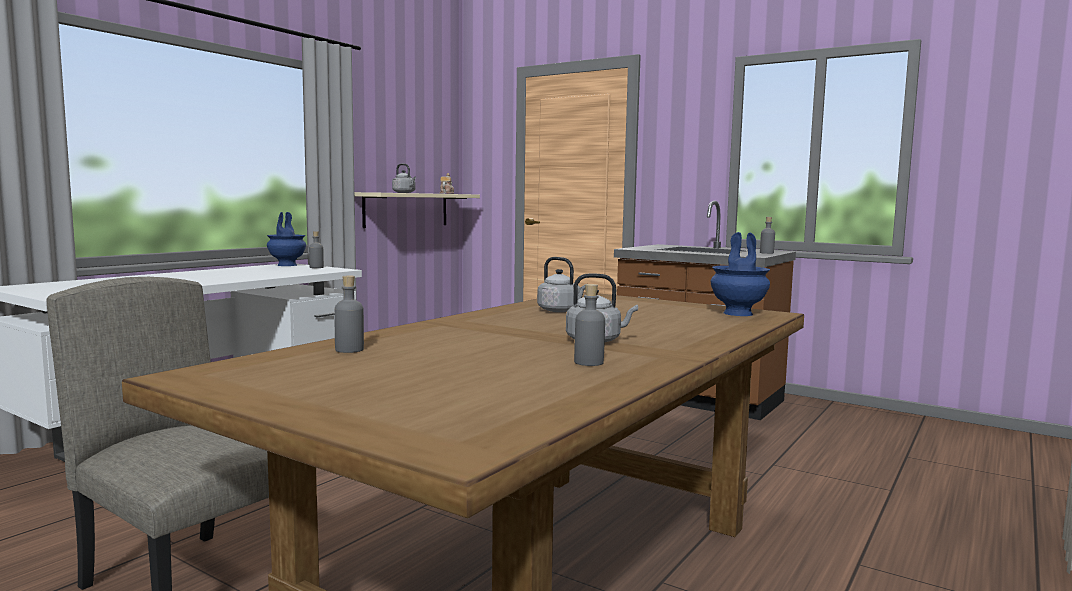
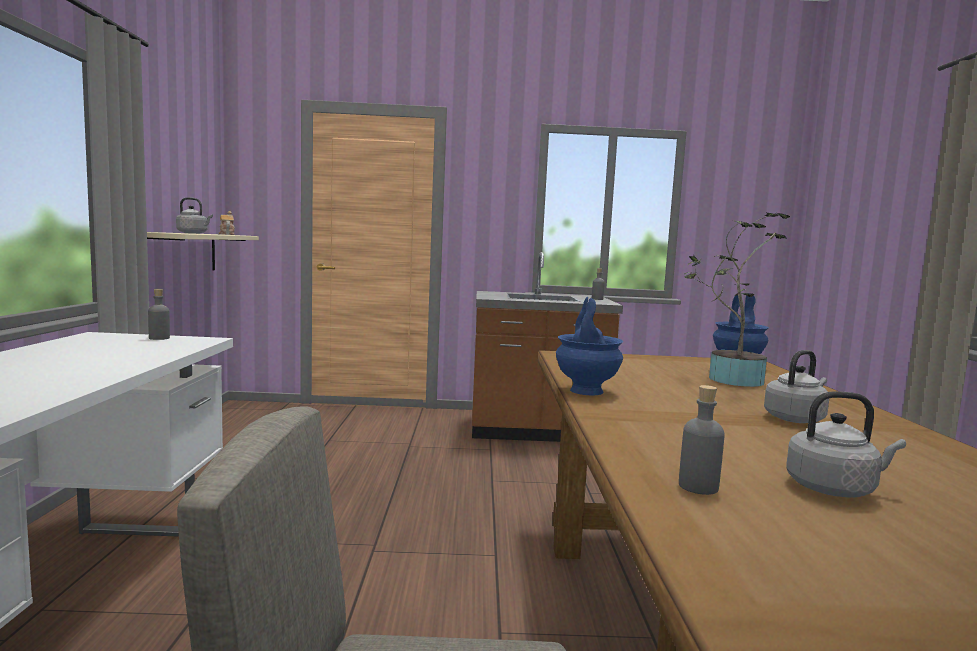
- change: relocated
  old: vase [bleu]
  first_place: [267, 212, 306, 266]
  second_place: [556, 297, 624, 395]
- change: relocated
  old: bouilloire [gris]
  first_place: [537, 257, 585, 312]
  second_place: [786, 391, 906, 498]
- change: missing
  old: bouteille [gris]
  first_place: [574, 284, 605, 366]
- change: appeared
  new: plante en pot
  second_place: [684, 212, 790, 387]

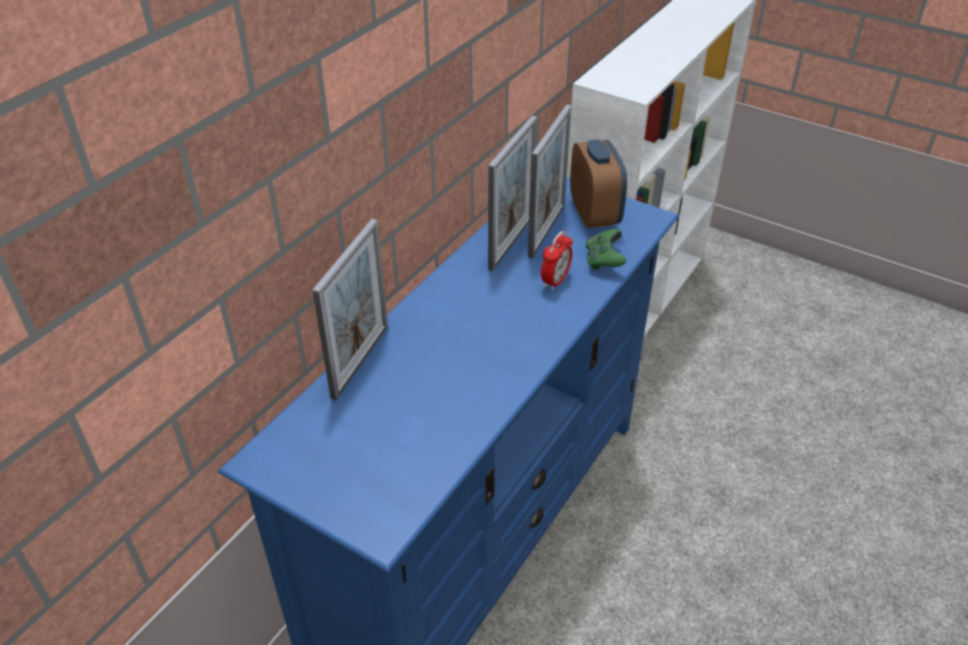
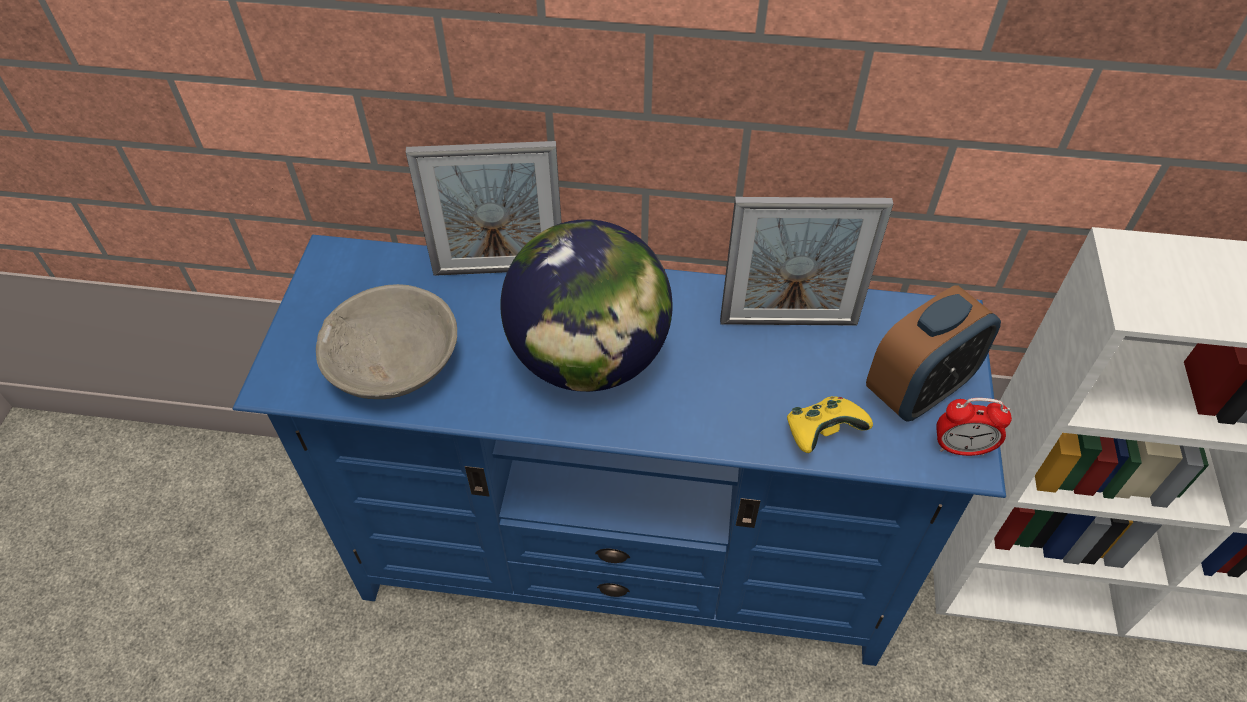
- change: missing
  old: cadre photo
  first_place: [528, 104, 572, 258]
- change: relocated
  old: réveil
  first_place: [541, 231, 572, 291]
  second_place: [936, 398, 1012, 456]
- change: colour
  old: manette [vert]
  new: manette [jaune]
  first_place: [586, 229, 626, 270]
  second_place: [787, 396, 873, 453]
- change: appeared
  new: bol [gris]
  second_place: [316, 284, 457, 399]
- change: appeared
  new: globe
  second_place: [500, 219, 673, 392]

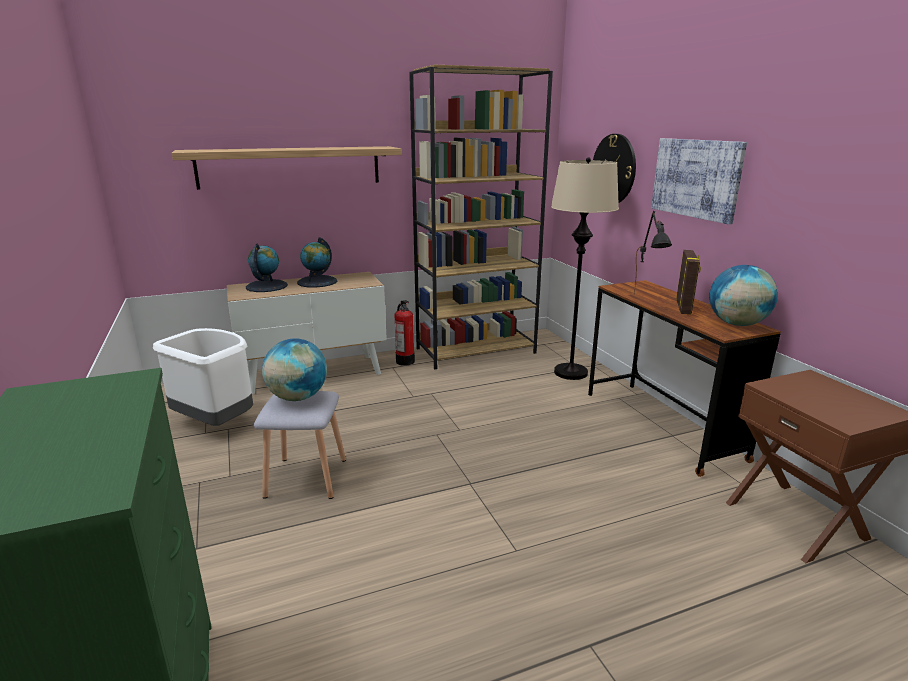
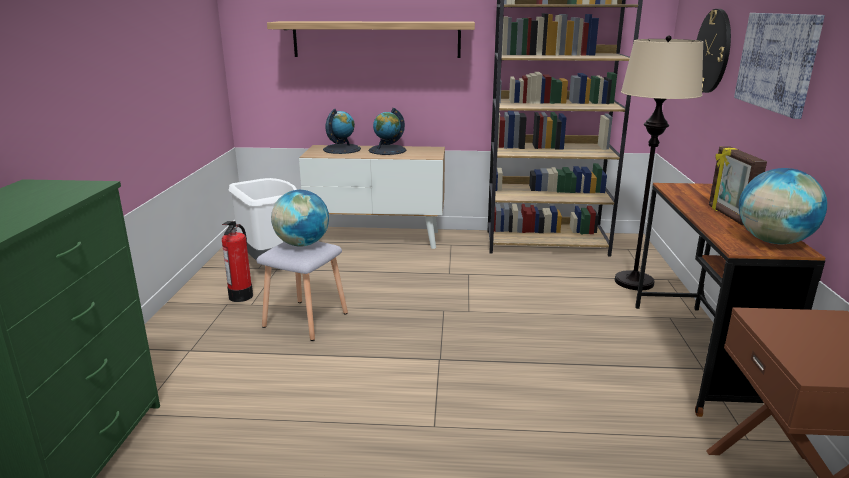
- change: relocated
  old: extincteur
  first_place: [395, 300, 415, 366]
  second_place: [222, 221, 253, 302]
- change: missing
  old: lampe de table [noir]
  first_place: [633, 211, 672, 297]
- change: spun
  old: cadre photo
  first_place: [676, 250, 701, 315]
  second_place: [709, 146, 767, 226]
  degrees: 135

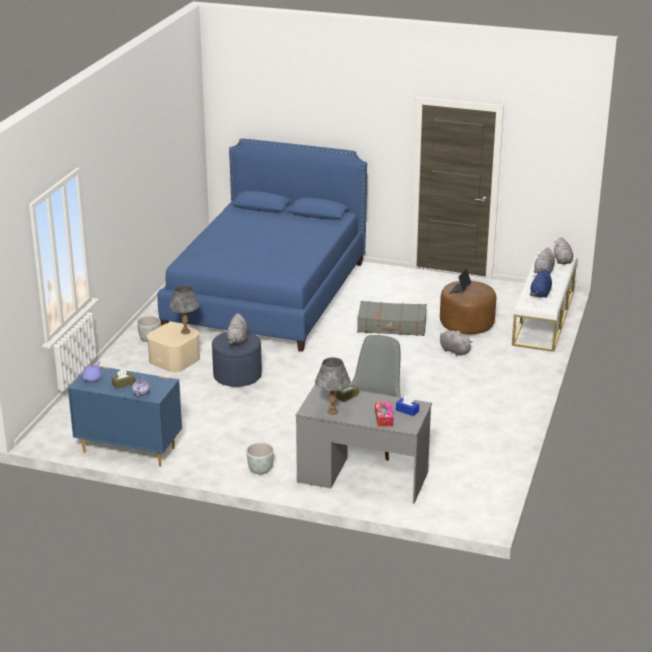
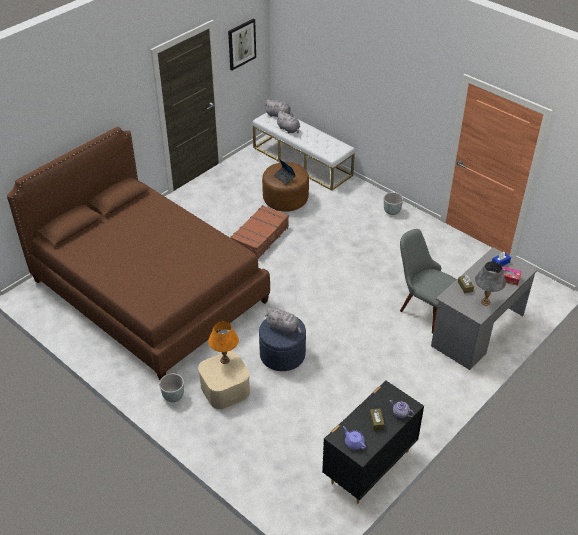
- change: colour
  old: commode [bleu]
  new: commode [noir]
  first_place: [68, 365, 182, 467]
  second_place: [322, 381, 424, 504]
- change: colour
  old: lit [bleu]
  new: lit [marron]
  first_place: [157, 139, 367, 352]
  second_place: [7, 127, 270, 380]
- change: colour
  old: lampe de table [gris]
  new: lampe de table [orange]
  first_place: [169, 285, 199, 334]
  second_place: [208, 321, 239, 364]
- change: relocated
  old: cache-pot [gris]
  first_place: [246, 442, 274, 474]
  second_place: [384, 192, 403, 215]
- change: colour
  old: valise [gris]
  new: valise [marron]
  first_place: [357, 301, 427, 336]
  second_place: [230, 205, 289, 259]
- change: missing
  old: peluche [gris]
  first_place: [440, 330, 473, 356]
- change: missing
  old: peluche [bleu]
  first_place: [529, 269, 552, 298]
- change: appeared
  new: tableau
  second_place: [228, 18, 256, 70]

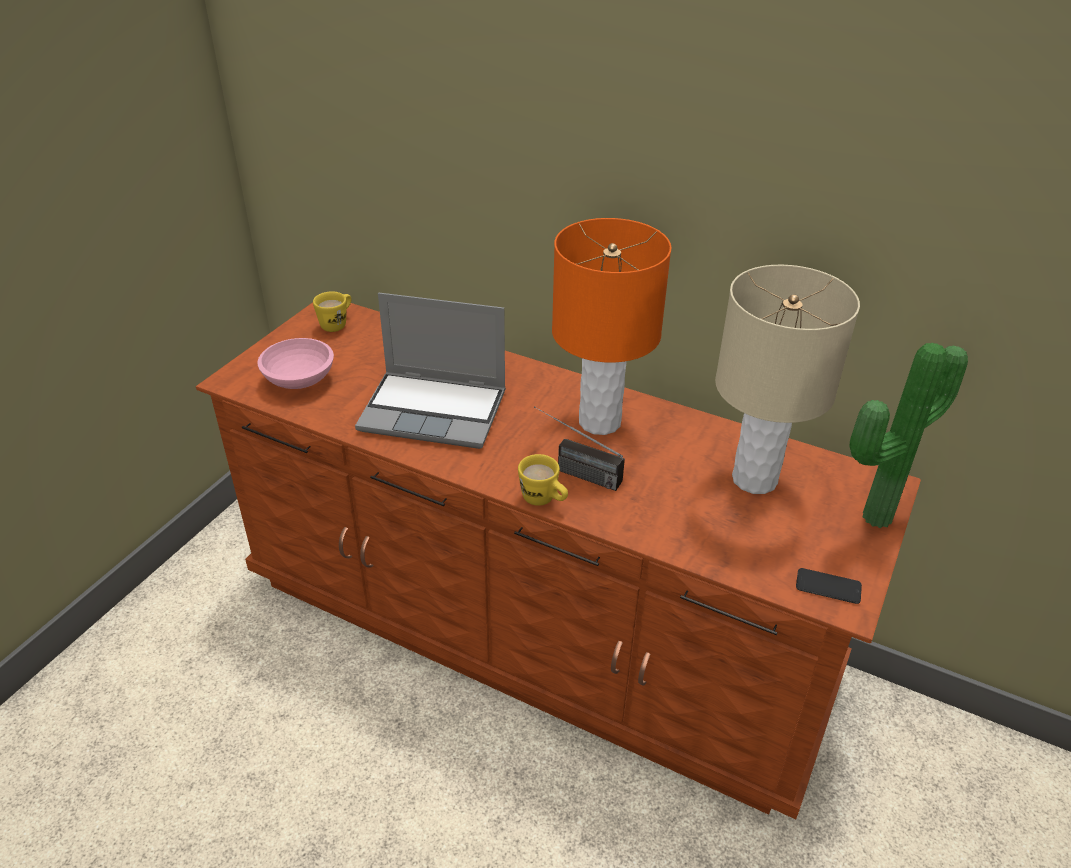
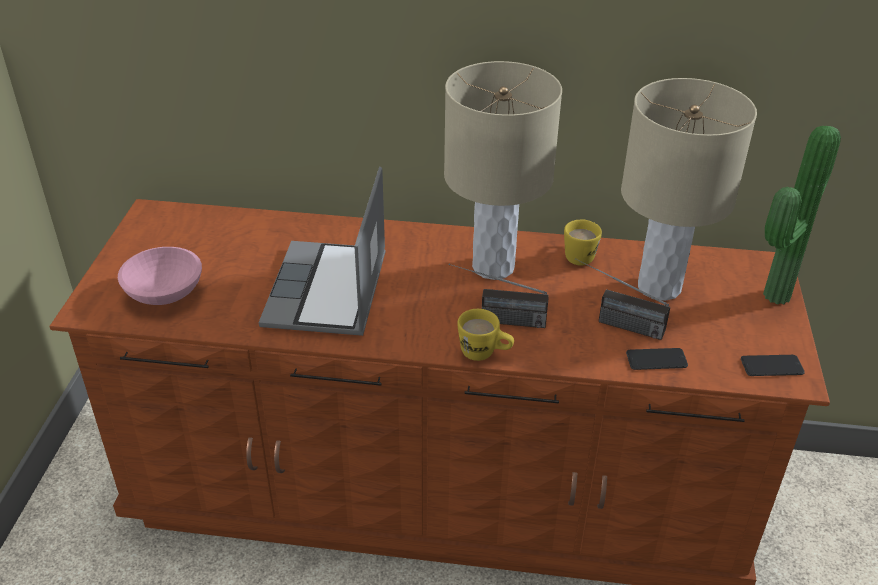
- change: relocated
  old: mug [jaune]
  first_place: [313, 291, 351, 332]
  second_place: [564, 220, 602, 266]
- change: spun
  old: ordinateur portable
  first_place: [355, 293, 506, 449]
  second_place: [259, 167, 386, 336]
  degrees: 105
- change: colour
  old: lampe de table [orange]
  new: lampe de table [beige]
  first_place: [552, 218, 672, 435]
  second_place: [444, 61, 562, 280]
- change: appeared
  new: radio
  second_place: [575, 258, 670, 340]
- change: appeared
  new: téléphone
  second_place: [626, 348, 688, 370]

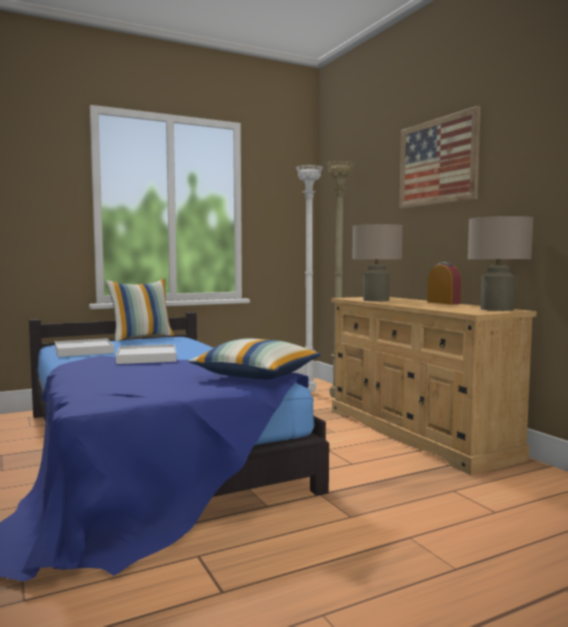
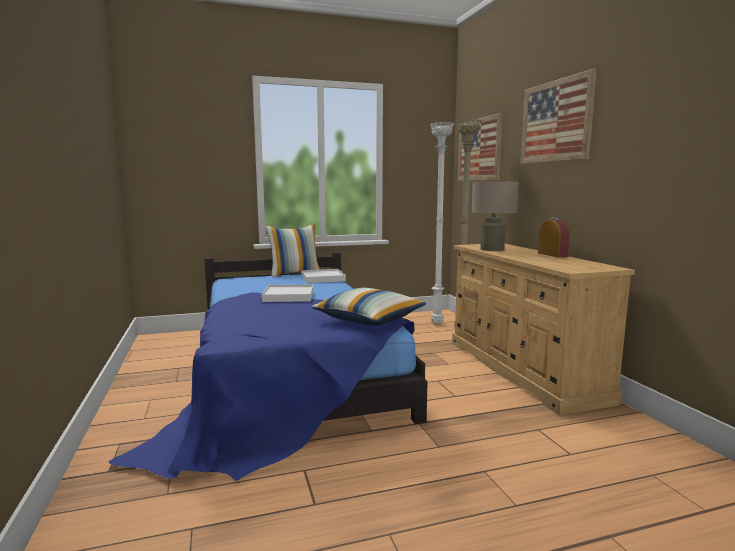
- change: relocated
  old: plateau [blanc]
  first_place: [55, 338, 114, 357]
  second_place: [301, 269, 346, 283]
- change: missing
  old: lampe de table [beige]
  first_place: [468, 216, 533, 311]
- change: appeared
  new: tableau
  second_place: [458, 113, 503, 181]

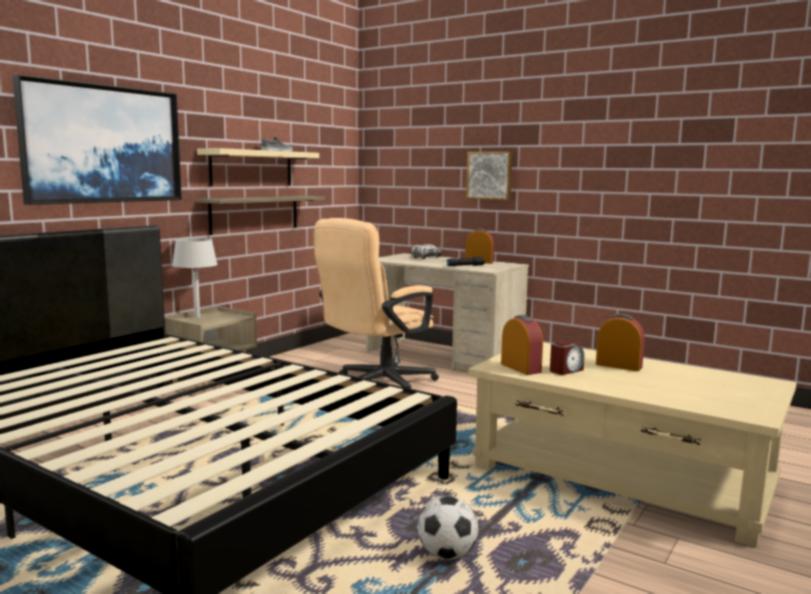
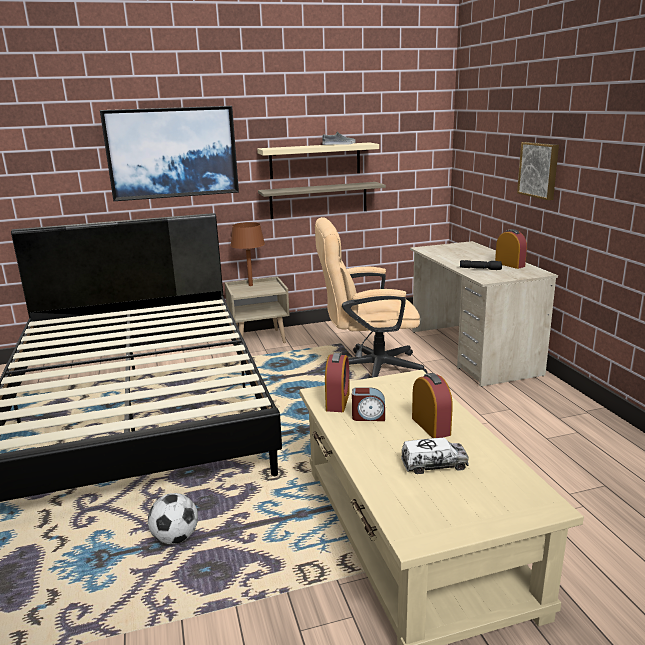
- change: colour
  old: lampe de table [gris]
  new: lampe de table [marron]
  first_place: [172, 238, 218, 318]
  second_place: [230, 222, 265, 286]
- change: relocated
  old: camion jouet
  first_place: [411, 244, 441, 259]
  second_place: [401, 438, 469, 474]

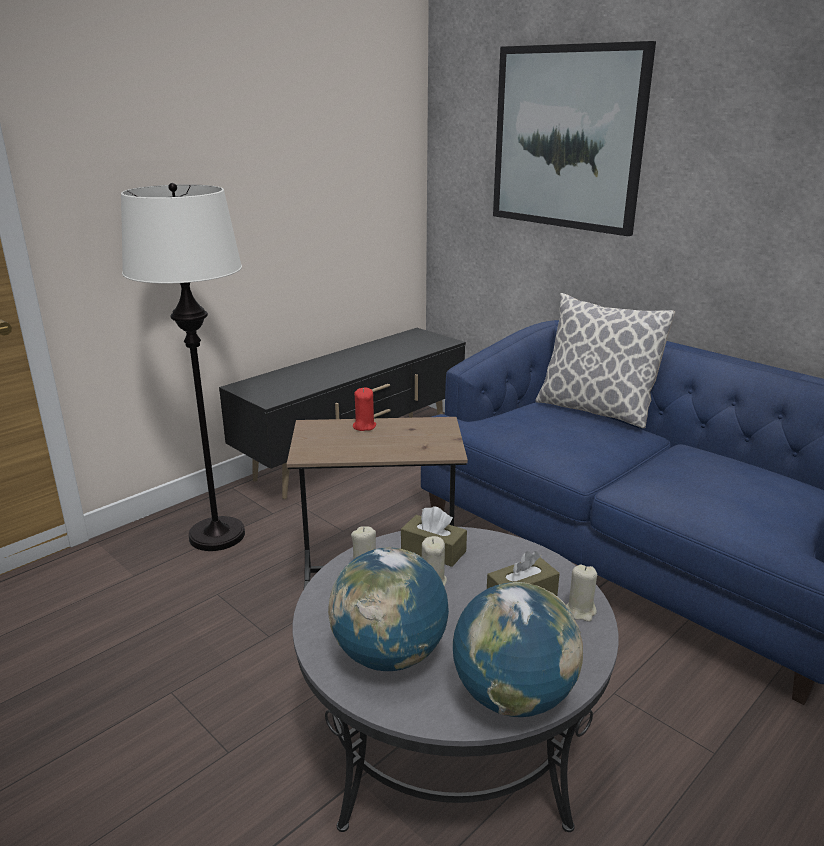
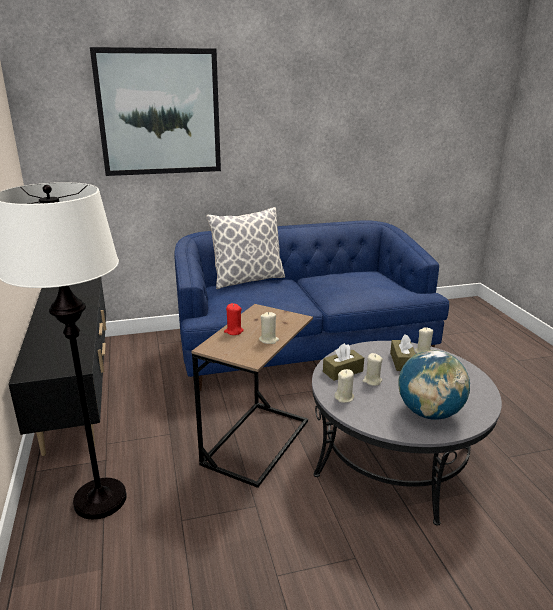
- change: missing
  old: globe
  first_place: [453, 582, 583, 717]
- change: appeared
  new: bougie [beige]
  second_place: [259, 312, 279, 344]

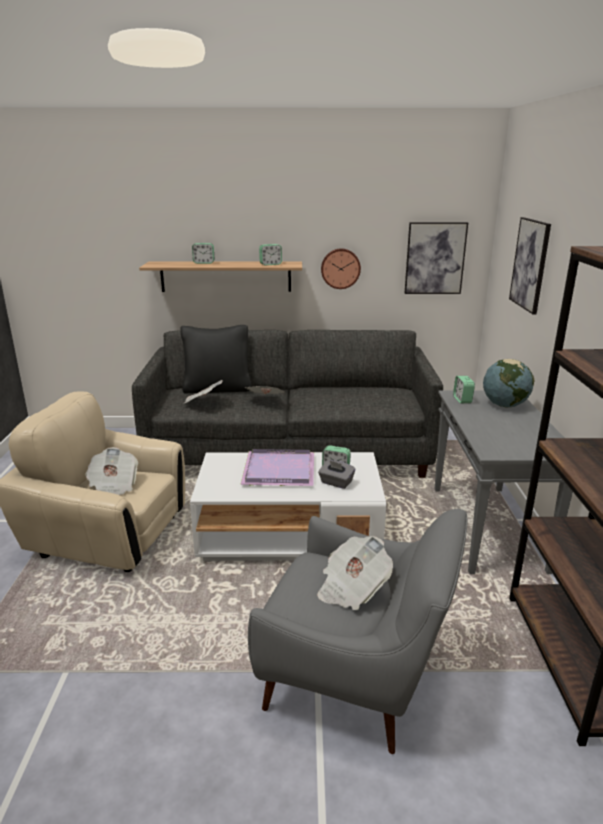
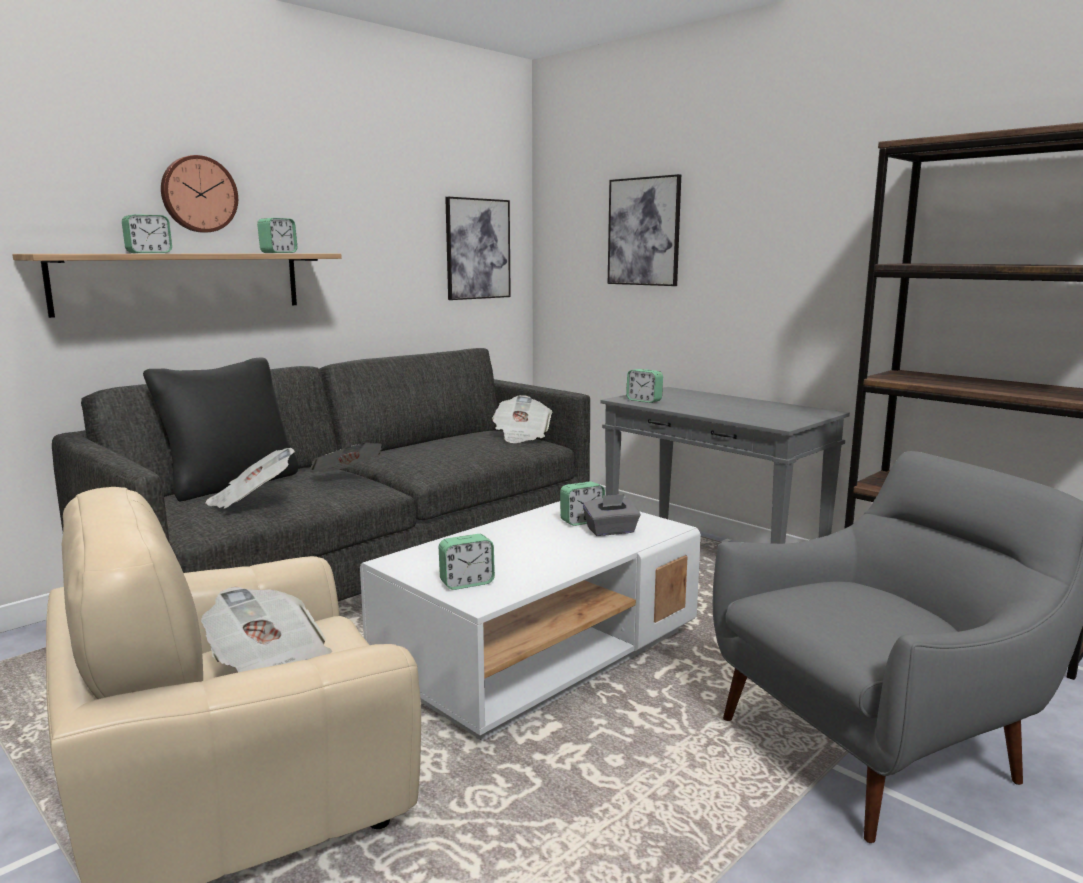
- change: missing
  old: plateau [violet]
  first_place: [240, 449, 314, 486]
- change: relocated
  old: journal
  first_place: [317, 536, 393, 610]
  second_place: [492, 395, 552, 443]
- change: relocated
  old: horloge murale
  first_place: [321, 248, 361, 289]
  second_place: [161, 155, 238, 233]
- change: missing
  old: globe
  first_place: [483, 359, 534, 407]
- change: appeared
  new: réveil
  second_place: [439, 534, 495, 590]

